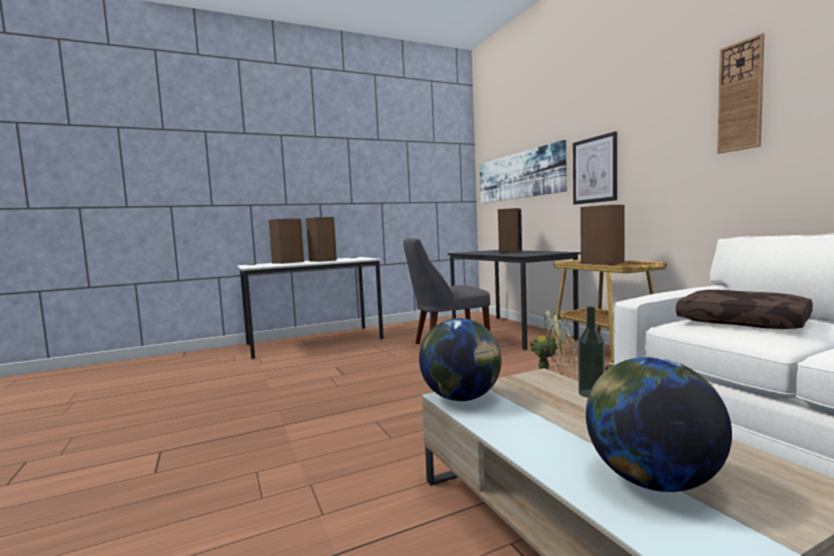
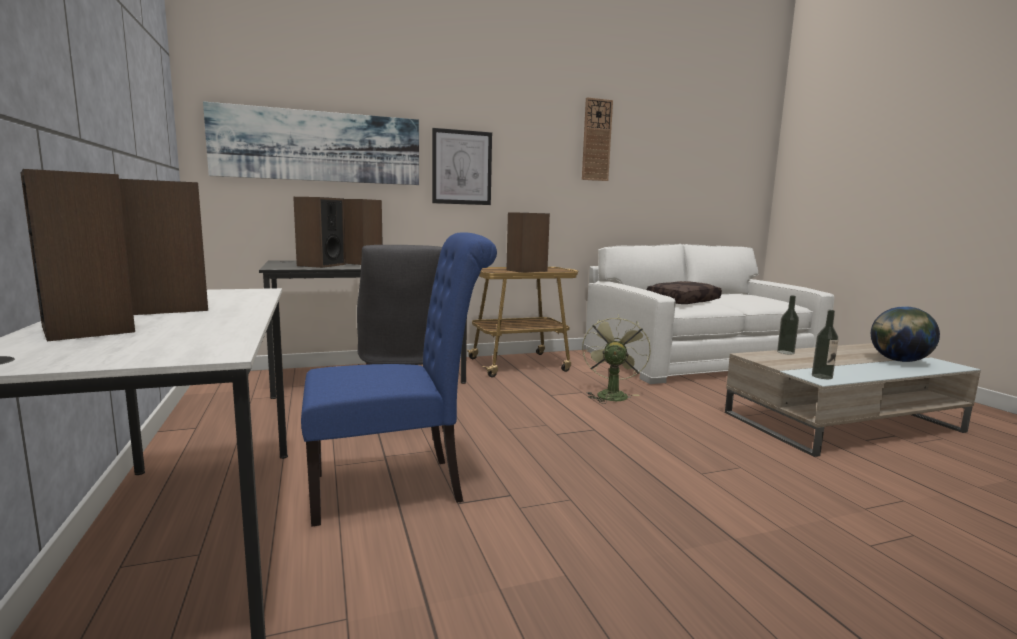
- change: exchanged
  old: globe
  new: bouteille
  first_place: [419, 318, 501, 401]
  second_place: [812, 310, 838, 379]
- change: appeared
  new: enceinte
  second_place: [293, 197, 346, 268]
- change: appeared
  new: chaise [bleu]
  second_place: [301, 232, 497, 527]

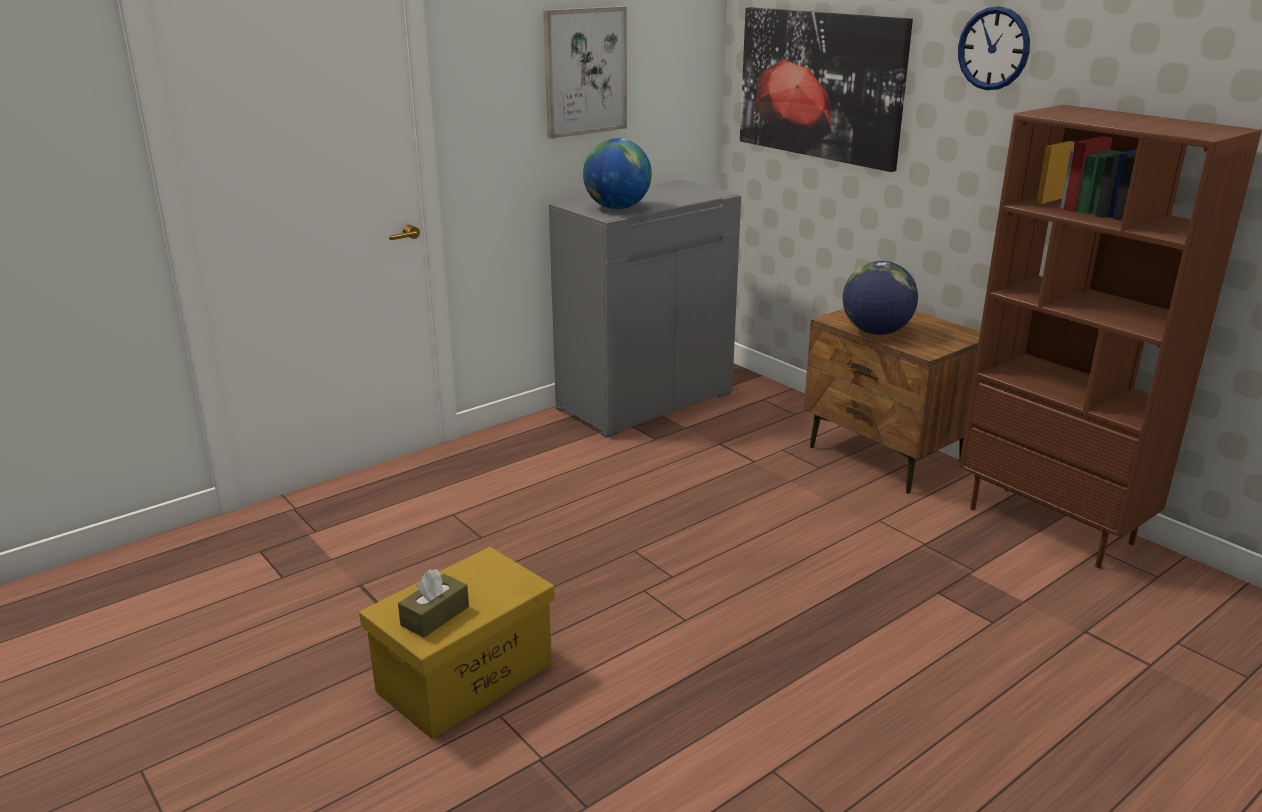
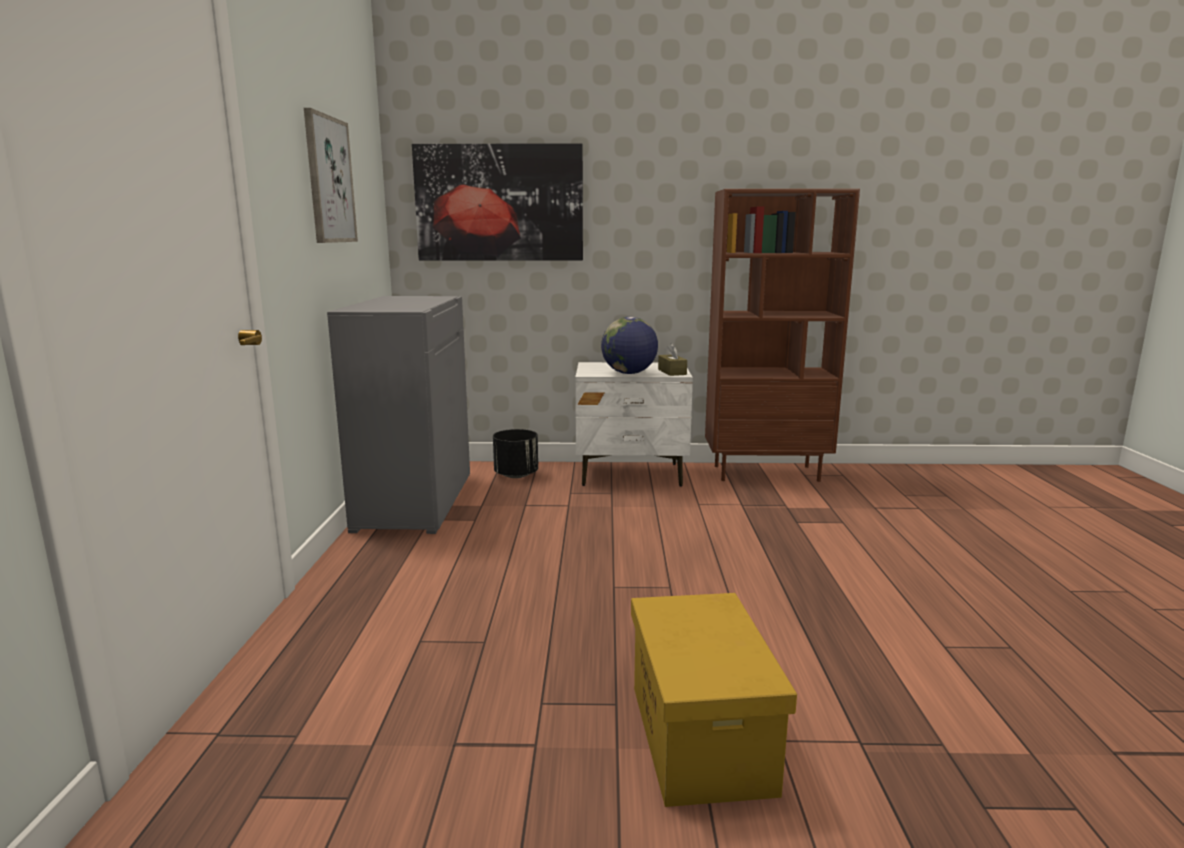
- change: relocated
  old: boîte à mouchoirs [marron]
  first_place: [398, 569, 469, 638]
  second_place: [658, 343, 687, 376]
- change: missing
  old: globe
  first_place: [583, 138, 652, 209]
- change: colour
  old: table de chevet [marron]
  new: table de chevet [blanc]
  first_place: [804, 309, 980, 494]
  second_place: [575, 362, 693, 487]
- change: missing
  old: horloge murale
  first_place: [958, 6, 1030, 90]
- change: appeared
  new: cache-pot [noir]
  second_place: [493, 429, 538, 478]

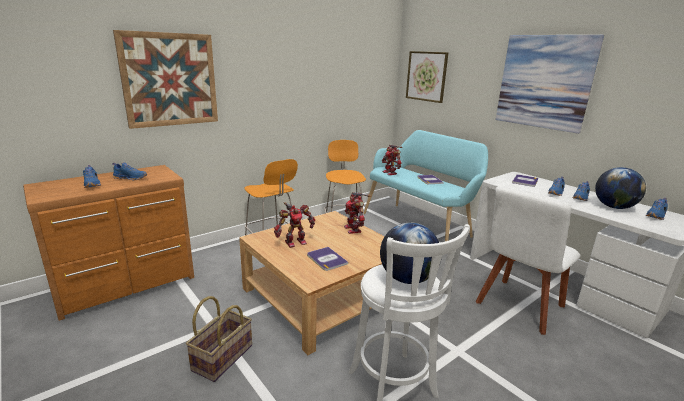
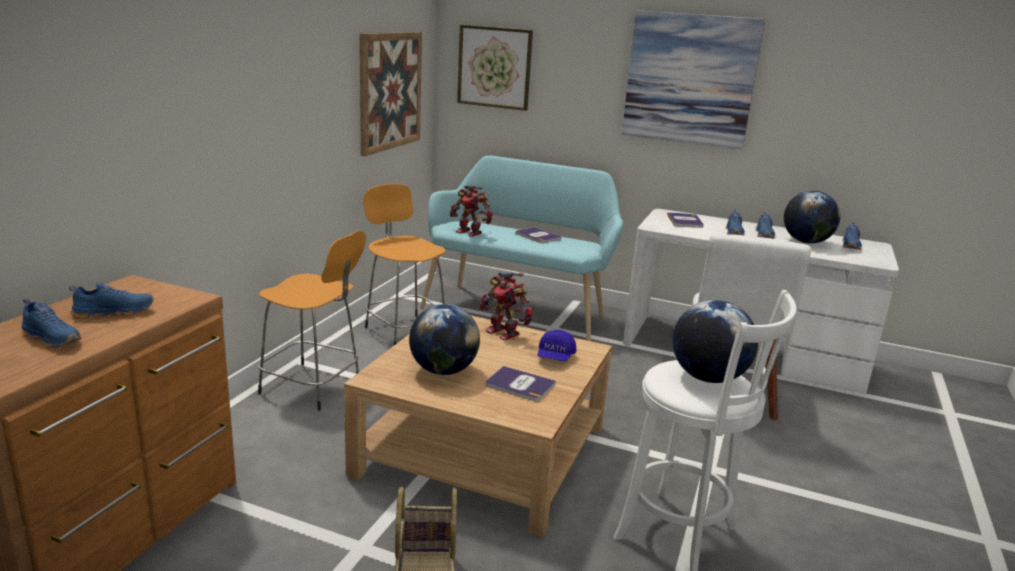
- change: relocated
  old: tableau
  first_place: [113, 30, 218, 129]
  second_place: [360, 32, 422, 156]
- change: exchanged
  old: robot jouet
  new: globe
  first_place: [274, 202, 315, 248]
  second_place: [409, 304, 480, 375]
- change: appeared
  new: casquette [bleu]
  second_place: [537, 330, 576, 361]

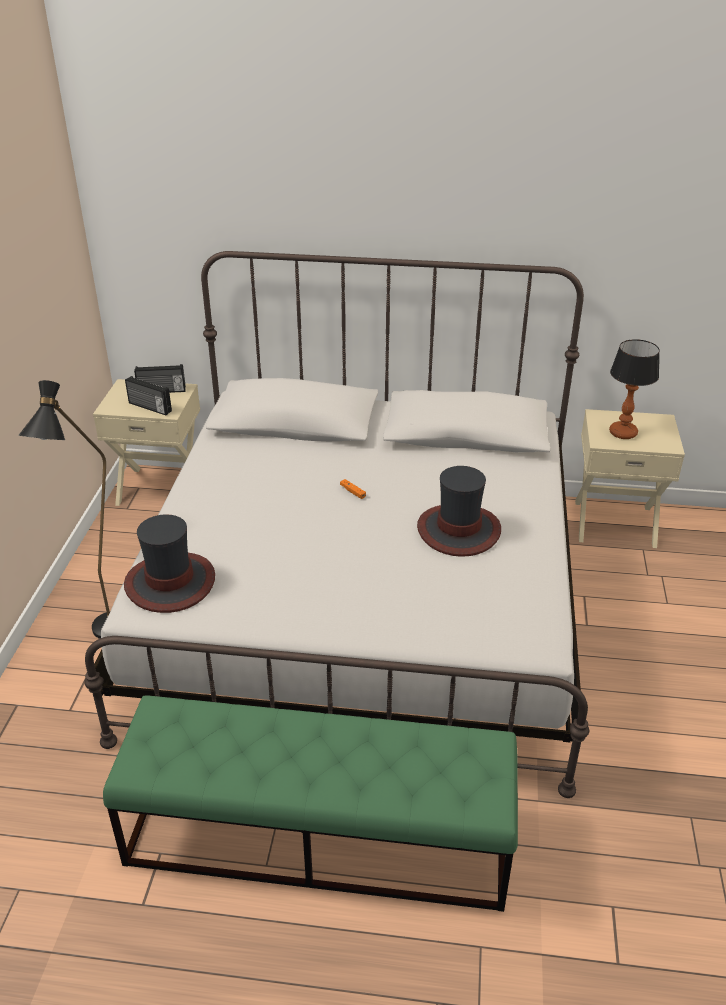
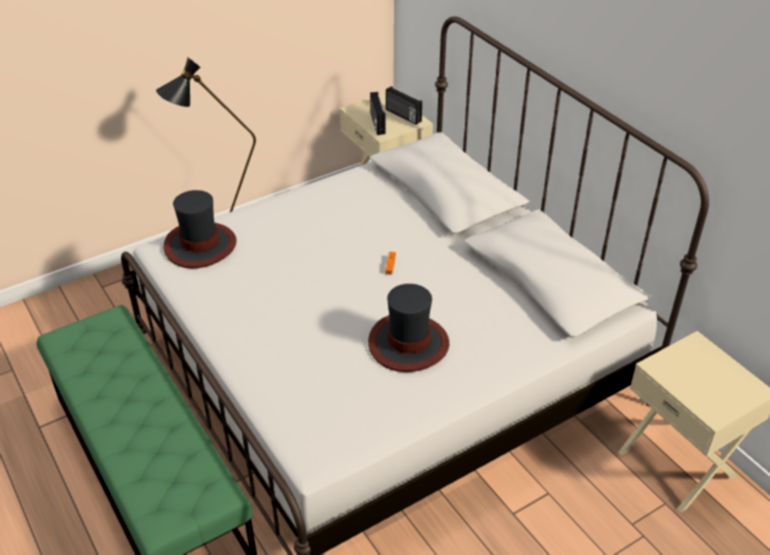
- change: missing
  old: lampe de table
  first_place: [609, 339, 660, 439]

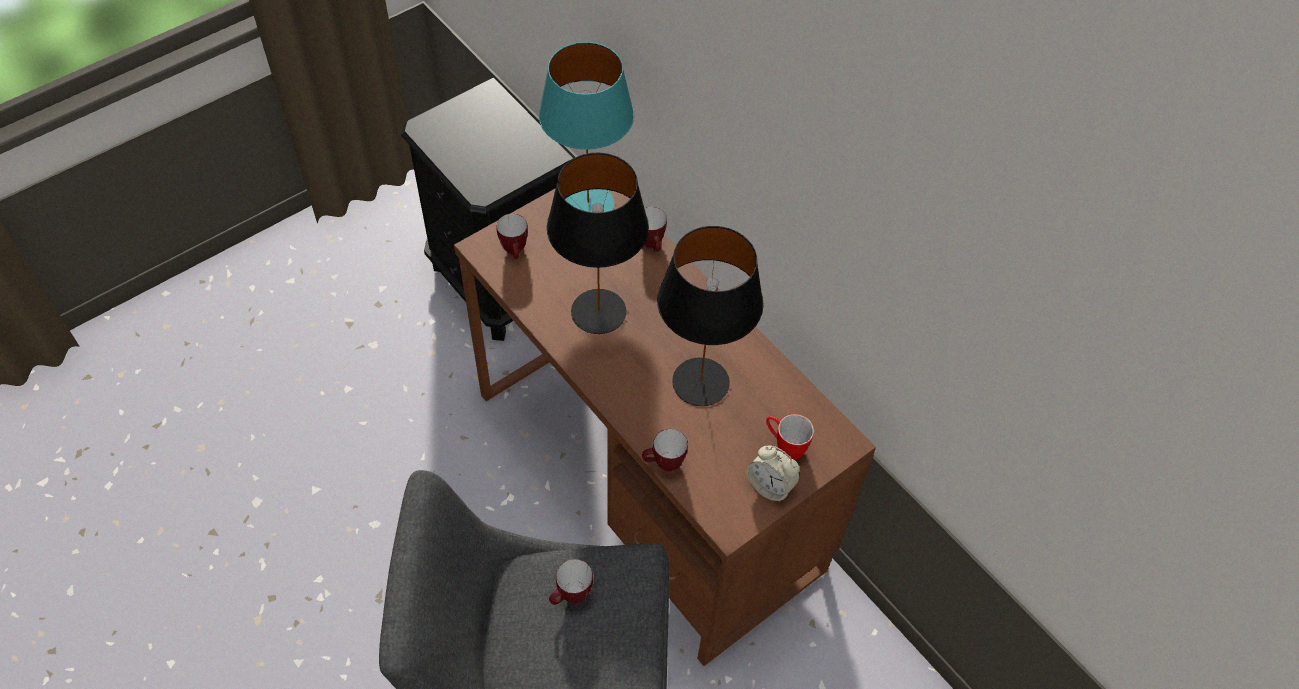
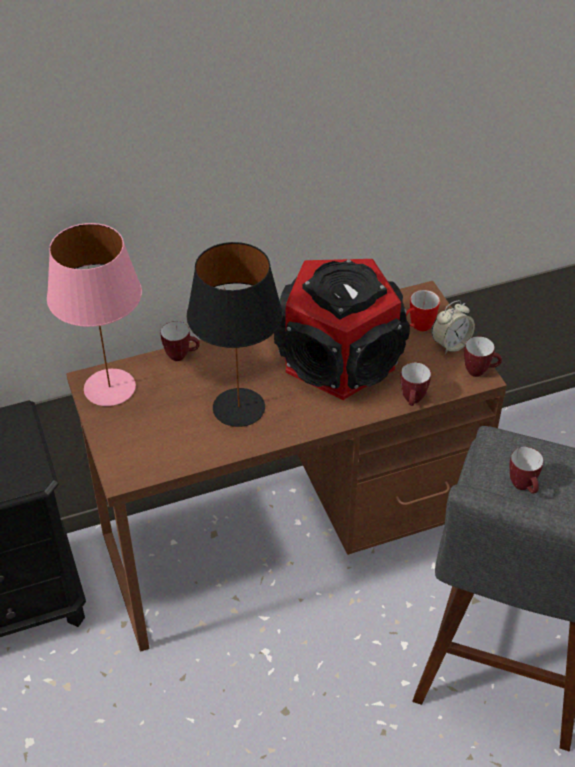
- change: relocated
  old: mug
  first_place: [496, 214, 528, 259]
  second_place: [464, 336, 502, 377]
- change: colour
  old: lampe de table [turquoise]
  new: lampe de table [rose]
  first_place: [539, 42, 634, 212]
  second_place: [47, 223, 142, 406]
- change: exchanged
  old: lampe de table [noir]
  new: enceinte
  first_place: [657, 226, 764, 406]
  second_place: [274, 259, 410, 400]

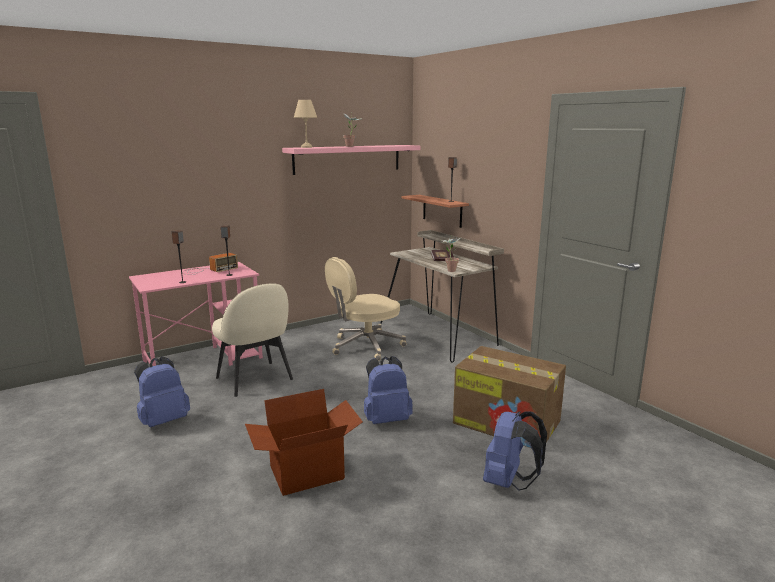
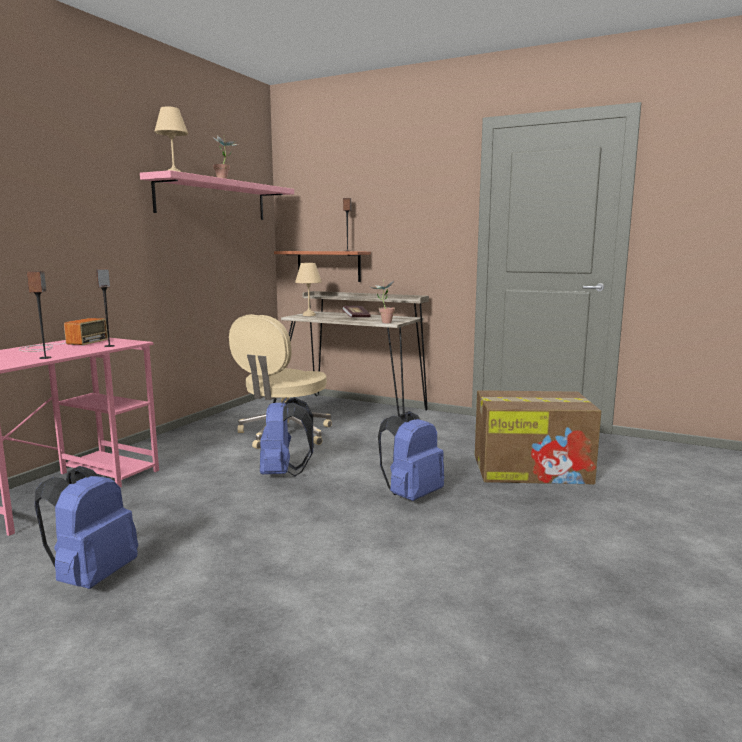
- change: missing
  old: chaise [beige]
  first_place: [212, 283, 293, 397]
- change: missing
  old: carton
  first_place: [245, 389, 363, 496]
- change: relocated
  old: sac à dos [bleu]
  first_place: [483, 411, 547, 491]
  second_place: [260, 397, 314, 476]
- change: appeared
  new: lampe de table [beige]
  second_place: [295, 263, 322, 316]

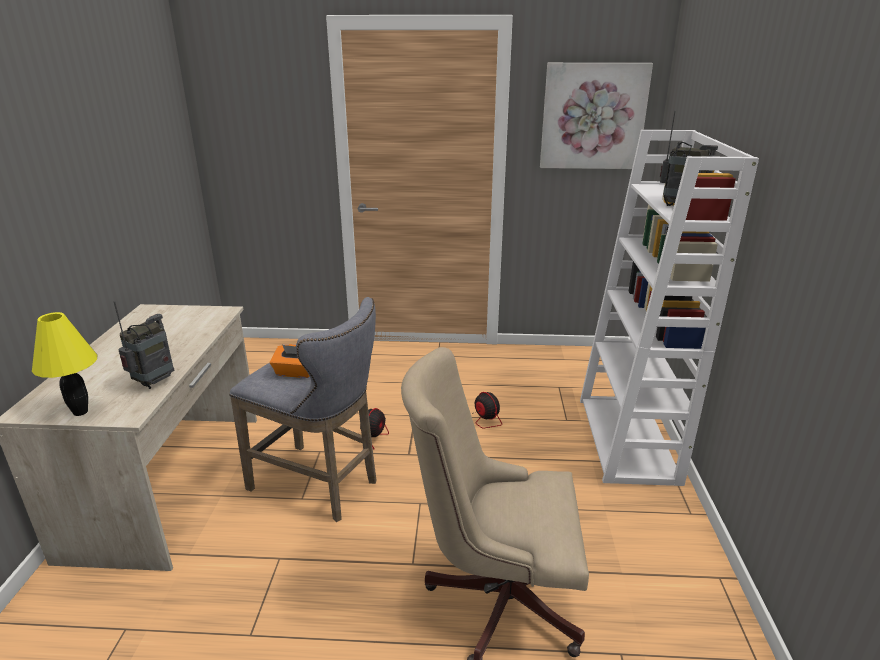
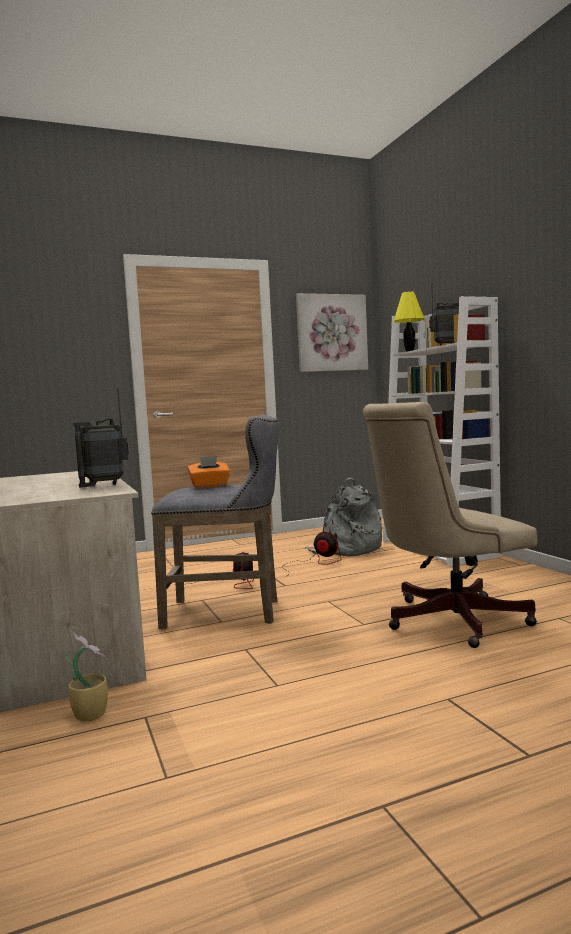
- change: relocated
  old: lampe de table [jaune]
  first_place: [32, 312, 97, 416]
  second_place: [393, 291, 425, 352]
- change: spun
  old: radio
  first_place: [114, 301, 174, 389]
  second_place: [73, 388, 129, 488]
  degrees: -120
- change: appeared
  new: plante en pot
  second_place: [65, 630, 108, 721]
- change: appeared
  new: sac à dos [gris]
  second_place: [305, 477, 383, 556]

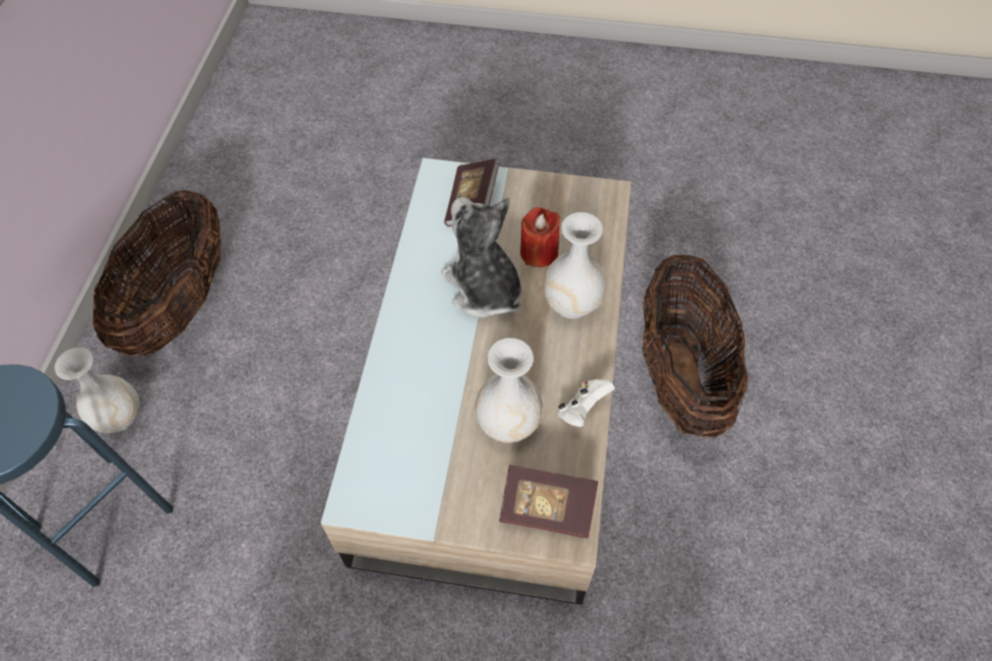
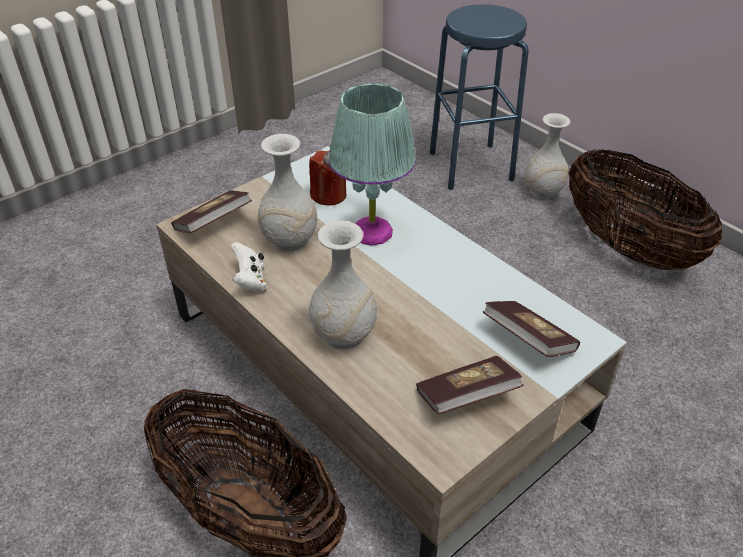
- change: missing
  old: peluche
  first_place: [441, 197, 522, 318]
- change: relocated
  old: bougie [rouge]
  first_place: [520, 207, 560, 267]
  second_place: [309, 150, 346, 206]
- change: appeared
  new: lampe de table [turquoise]
  second_place: [329, 83, 416, 245]
- change: appeared
  new: livre
  second_place: [416, 356, 524, 414]

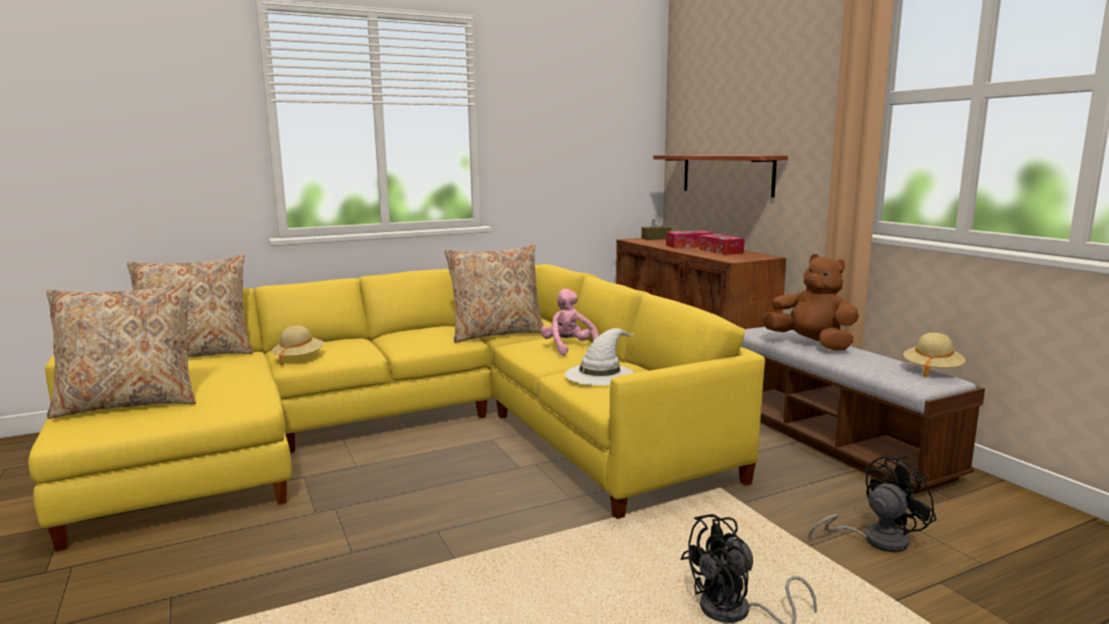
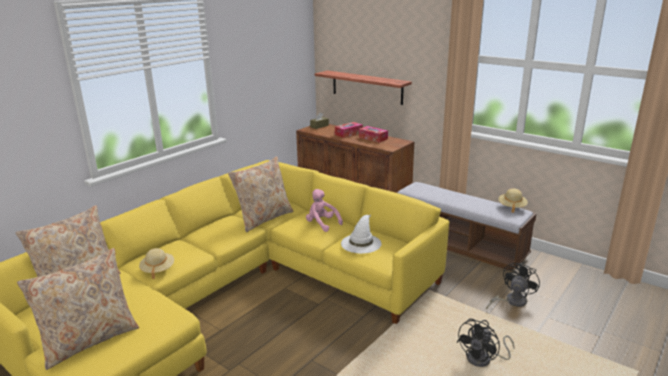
- change: missing
  old: peluche [marron]
  first_place: [762, 254, 859, 351]

